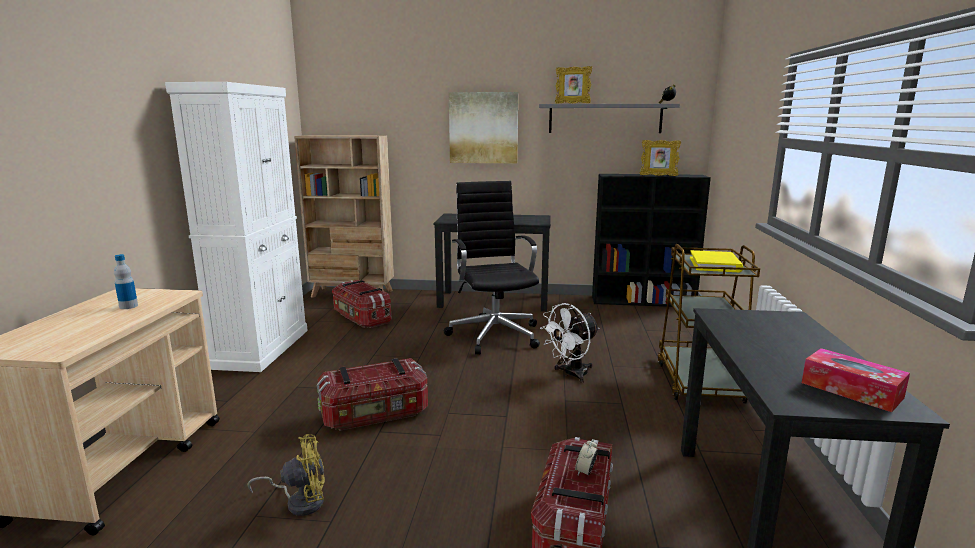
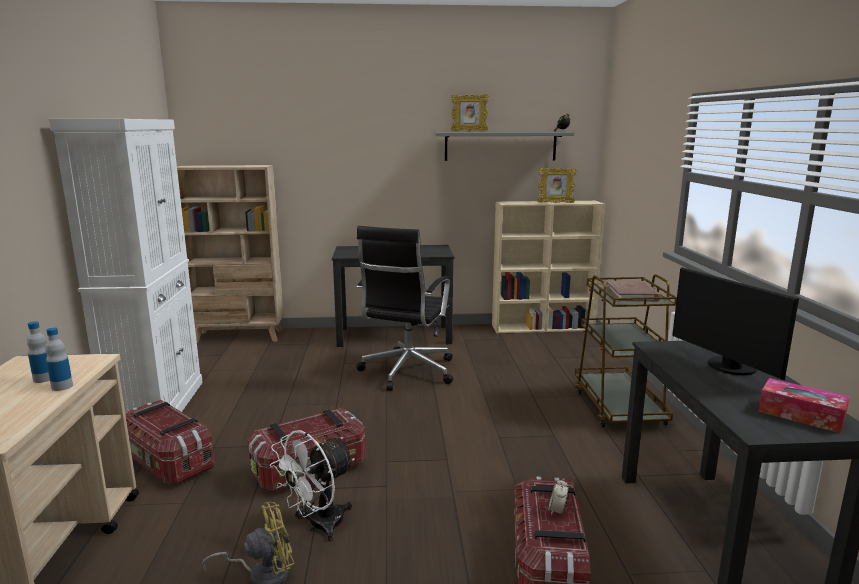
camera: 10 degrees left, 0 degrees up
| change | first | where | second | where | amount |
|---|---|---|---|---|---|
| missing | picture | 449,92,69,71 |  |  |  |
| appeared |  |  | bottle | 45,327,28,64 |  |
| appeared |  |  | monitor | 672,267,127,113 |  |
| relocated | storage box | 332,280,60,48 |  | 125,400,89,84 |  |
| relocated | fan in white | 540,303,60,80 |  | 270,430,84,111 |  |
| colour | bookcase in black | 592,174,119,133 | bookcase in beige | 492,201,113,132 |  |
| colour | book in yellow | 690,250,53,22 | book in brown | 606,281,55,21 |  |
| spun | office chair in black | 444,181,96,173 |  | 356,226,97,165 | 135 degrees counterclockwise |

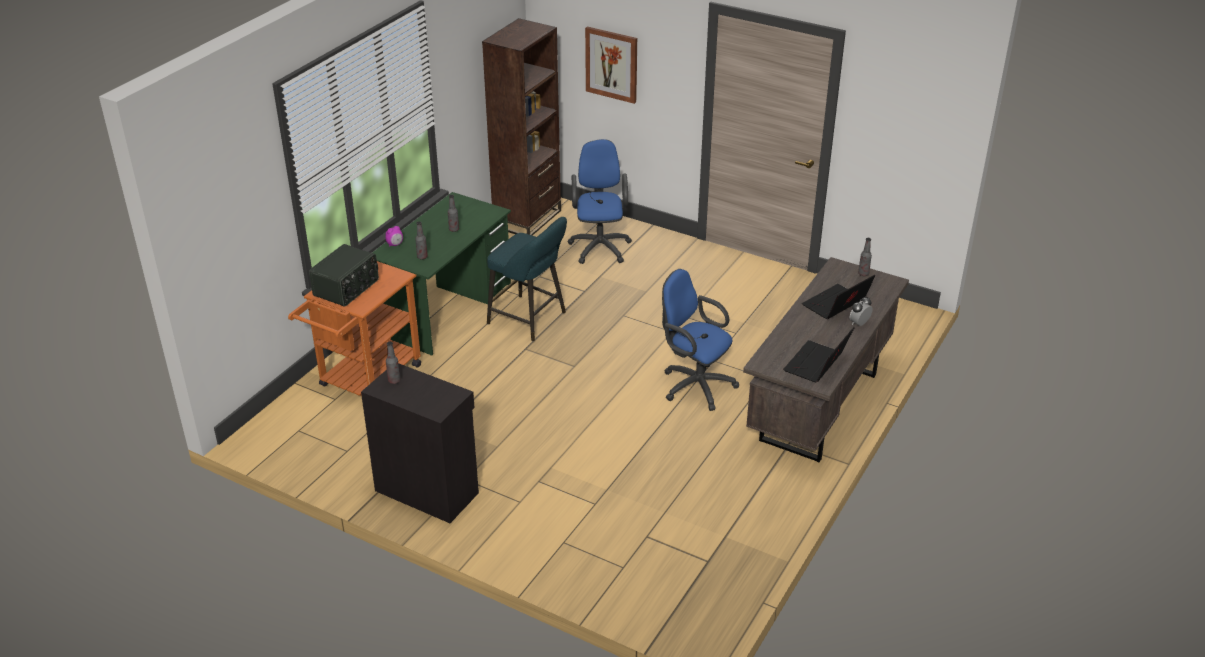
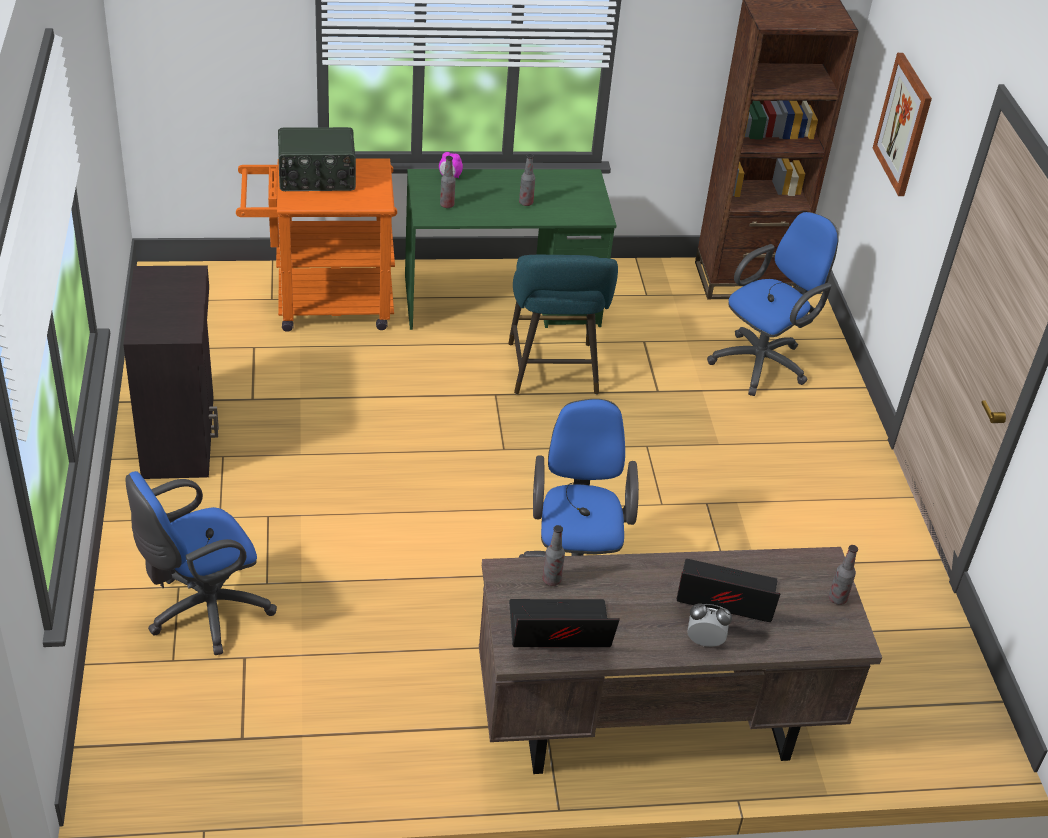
camera: 50 degrees right, 5 degrees up
| change | first | where | second | where | amount |
|---|---|---|---|---|---|
| appeared |  |  | office chair in blue | 126,471,151,184 |  |
| relocated | bottle | 386,342,14,42 |  | 542,525,23,61 |  |

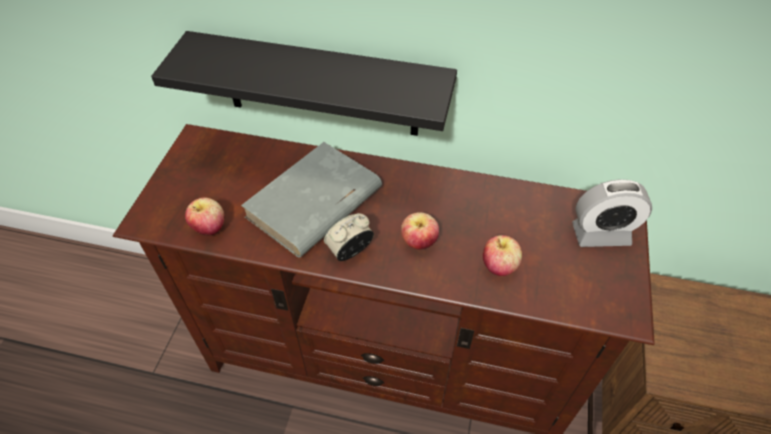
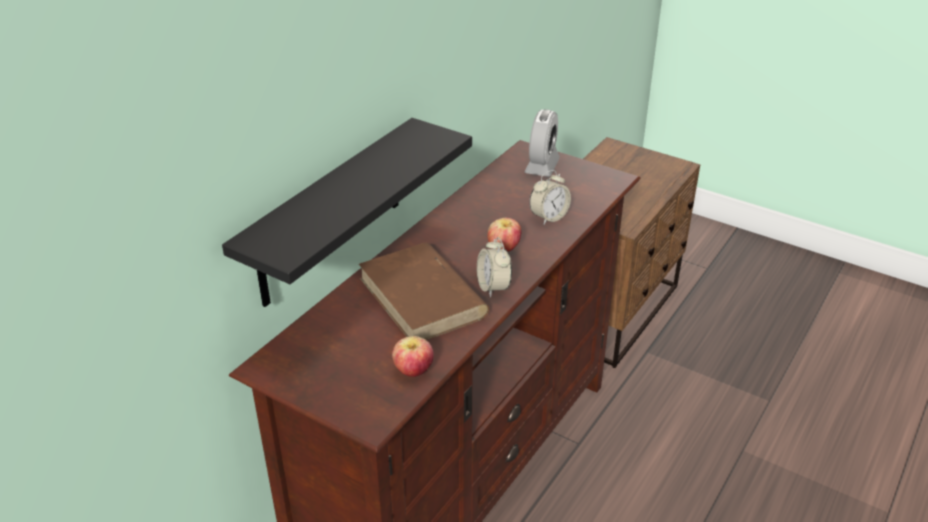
camera: 70 degrees left, 15 degrees down
| change | first | where | second | where | amount |
|---|---|---|---|---|---|
| exchanged | apple | 483,235,39,41 | alarm clock | 529,170,42,55 |  |
| colour | book in grey | 241,142,141,116 | book in brown | 359,243,130,97 |  |

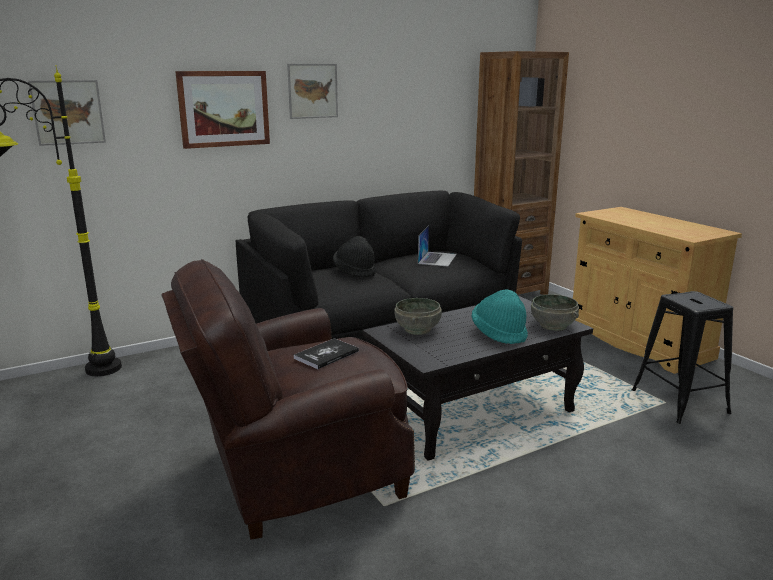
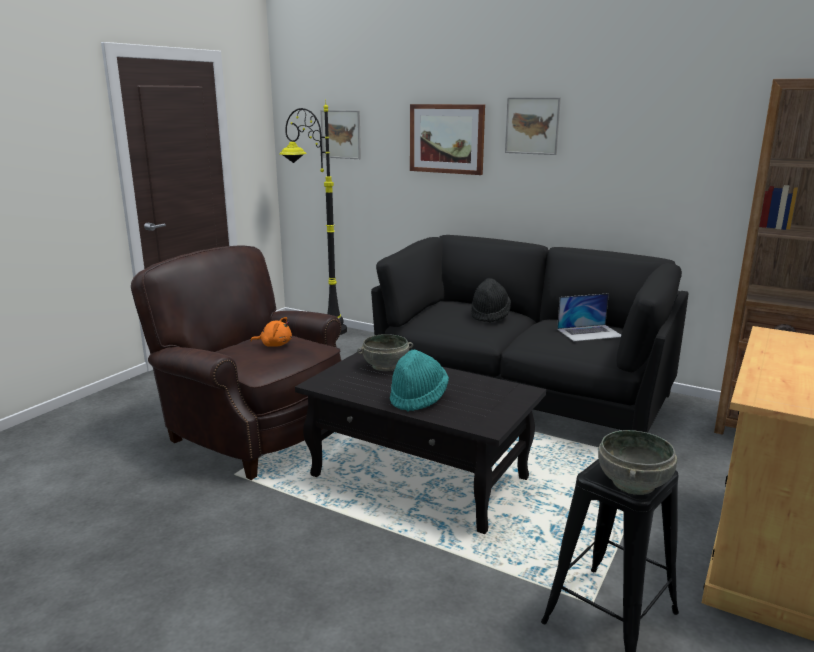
camera: 60 degrees right, 0 degrees up
| change | first | where | second | where | amount |
|---|---|---|---|---|---|
| relocated | bowl in grey | 531,294,48,37 |  | 598,430,79,65 |  |
| exchanged | book | 294,338,65,31 | plush toy in orange | 250,317,42,30 |  |

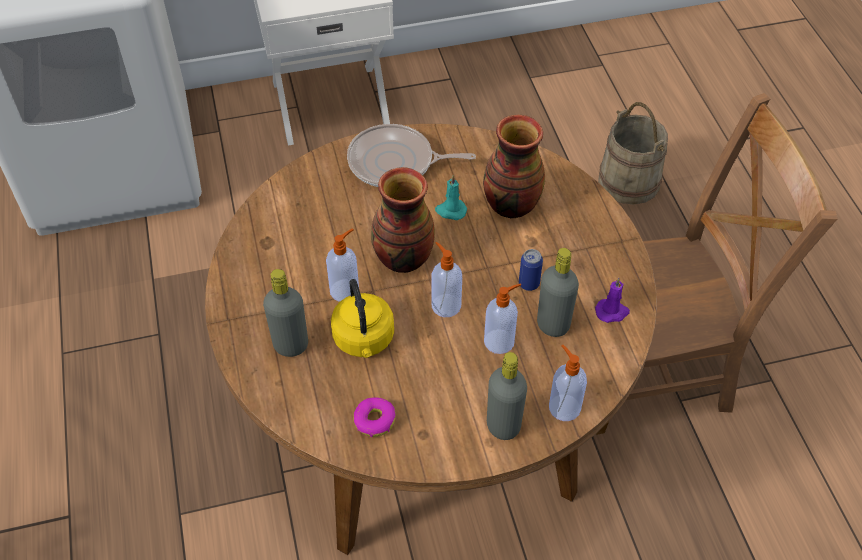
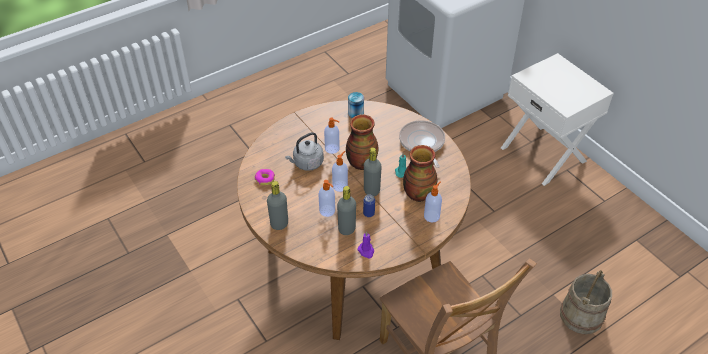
camera: 70 degrees right, 5 degrees down
| change | first | where | second | where | amount |
|---|---|---|---|---|---|
| appeared |  |  | can | 348,92,16,26 |  |
| relocated | bottle in grey | 263,269,45,88 |  | 364,147,18,49 |  |
| relocated | soap dispenser | 549,345,38,76 |  | 424,181,18,41 |  |
| colour | kettle in yellow | 331,279,63,79 | kettle in grey | 285,132,39,39 |  |

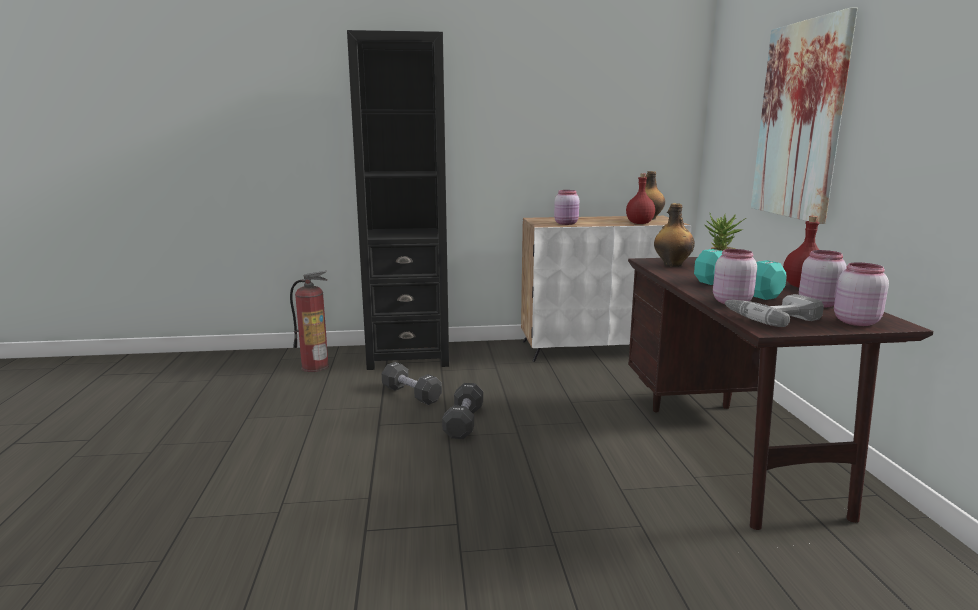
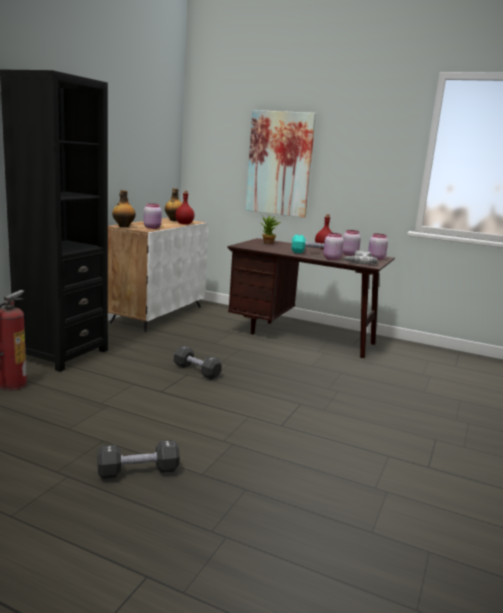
camera: 60 degrees left, 0 degrees up
| change | first | where | second | where | amount |
|---|---|---|---|---|---|
| relocated | dumbbell in black | 382,362,60,43 |  | 97,440,83,39 |  |
| relocated | bottle | 654,203,41,64 |  | 112,190,24,37 |  |

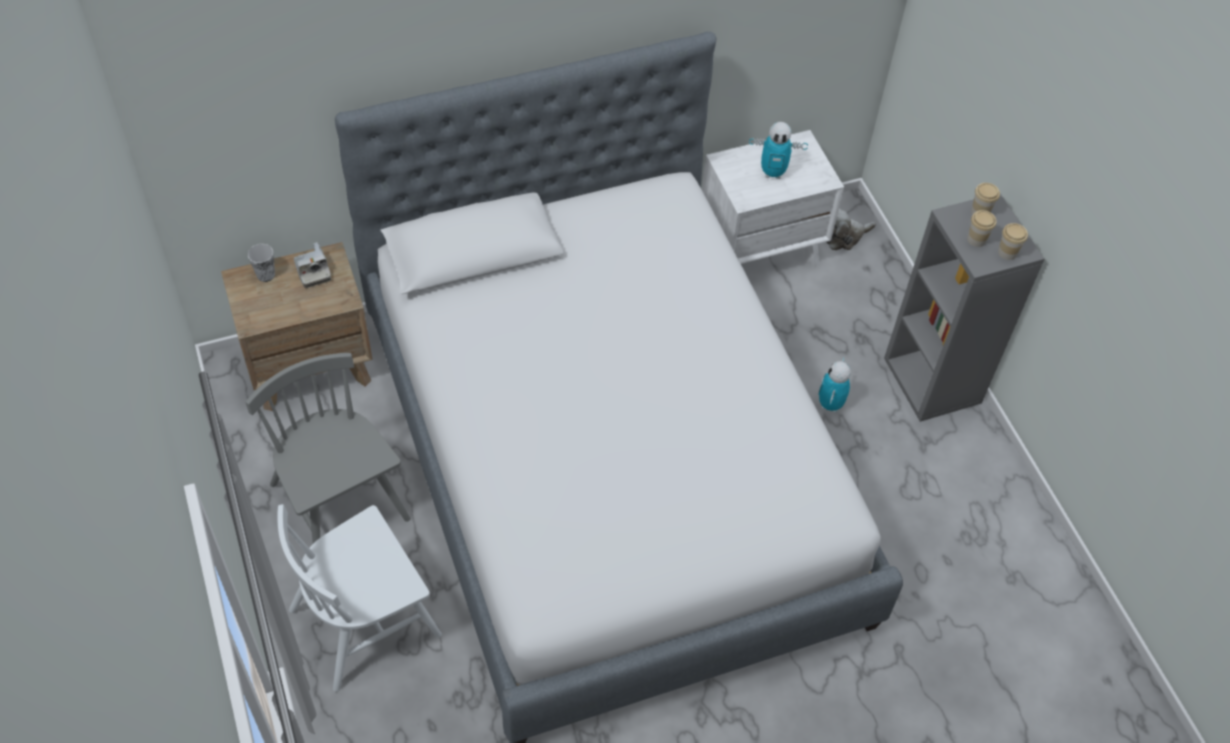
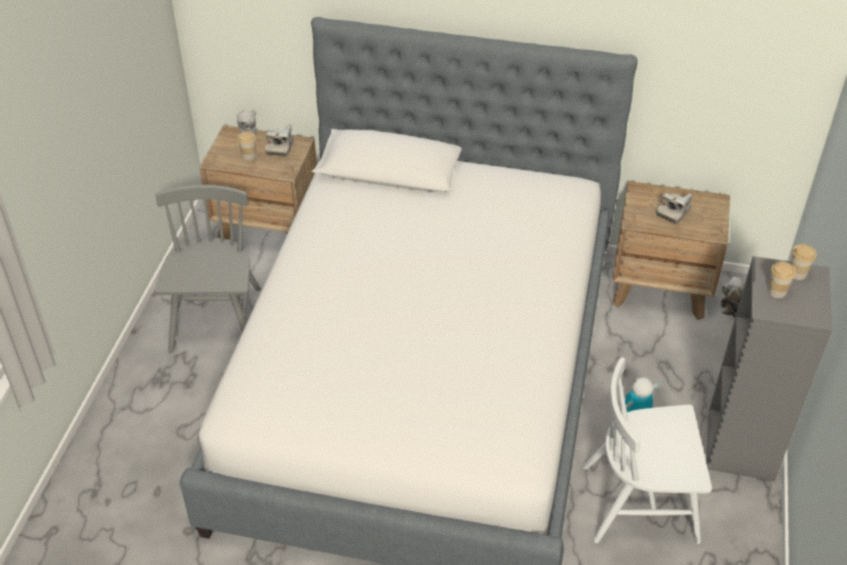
camera: 35 degrees right, 10 degrees down
| change | first | where | second | where | amount |
|---|---|---|---|---|---|
| relocated | chair in white | 277,504,165,188 |  | 583,357,129,187 |  |
| relocated | cup | 998,223,30,37 |  | 237,131,19,29 |  |
| exchanged | toy robot | 749,122,59,57 | photo camera | 656,193,36,31 |  |
| colour | nightstand in white | 702,130,142,138 | nightstand in brown | 612,181,118,139 |  |

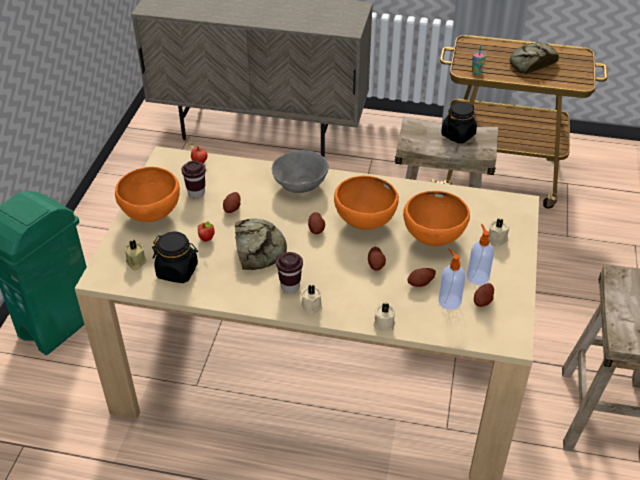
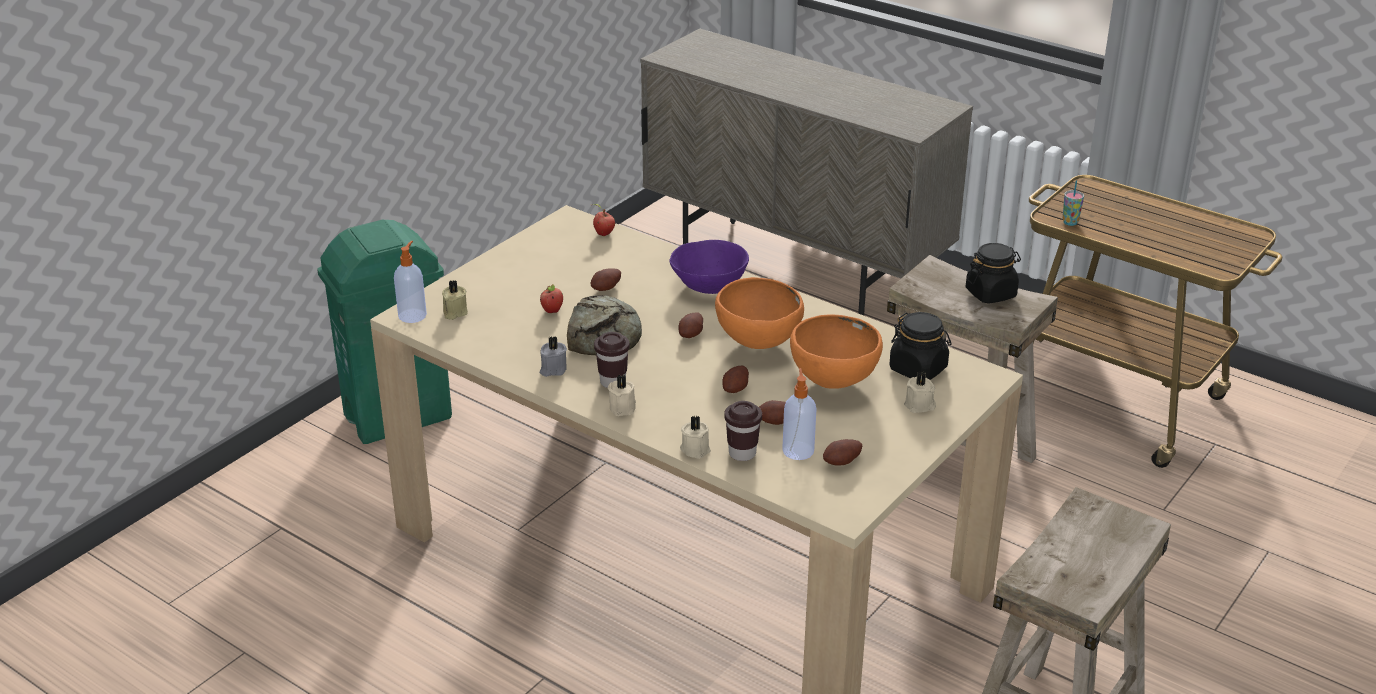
camera: 25 degrees right, 10 degrees down
| change | first | where | second | where | amount |
|---|---|---|---|---|---|
| missing | bowl in orange | 115,167,65,55 |  |  |  |
| missing | bread | 510,42,49,33 |  |  |  |
| appeared |  |  | candle in grey | 540,336,27,41 |  |
| relocated | jar in black | 152,232,46,51 |  | 889,312,62,68 |  |
| relocated | cup in brown | 181,161,25,37 |  | 724,401,38,60 |  |
| relocated | soap dispenser | 467,224,27,61 |  | 394,241,33,82 |  |
| colour | bowl in grey | 272,150,57,43 | bowl in purple | 670,240,79,54 |  |

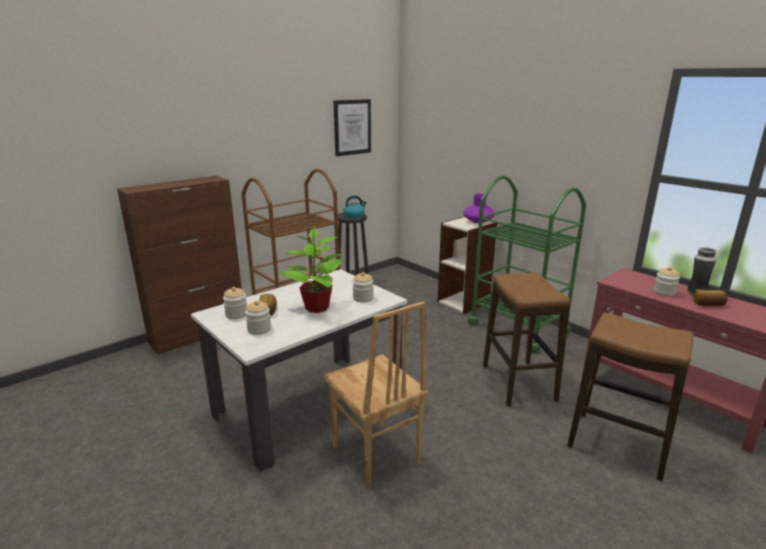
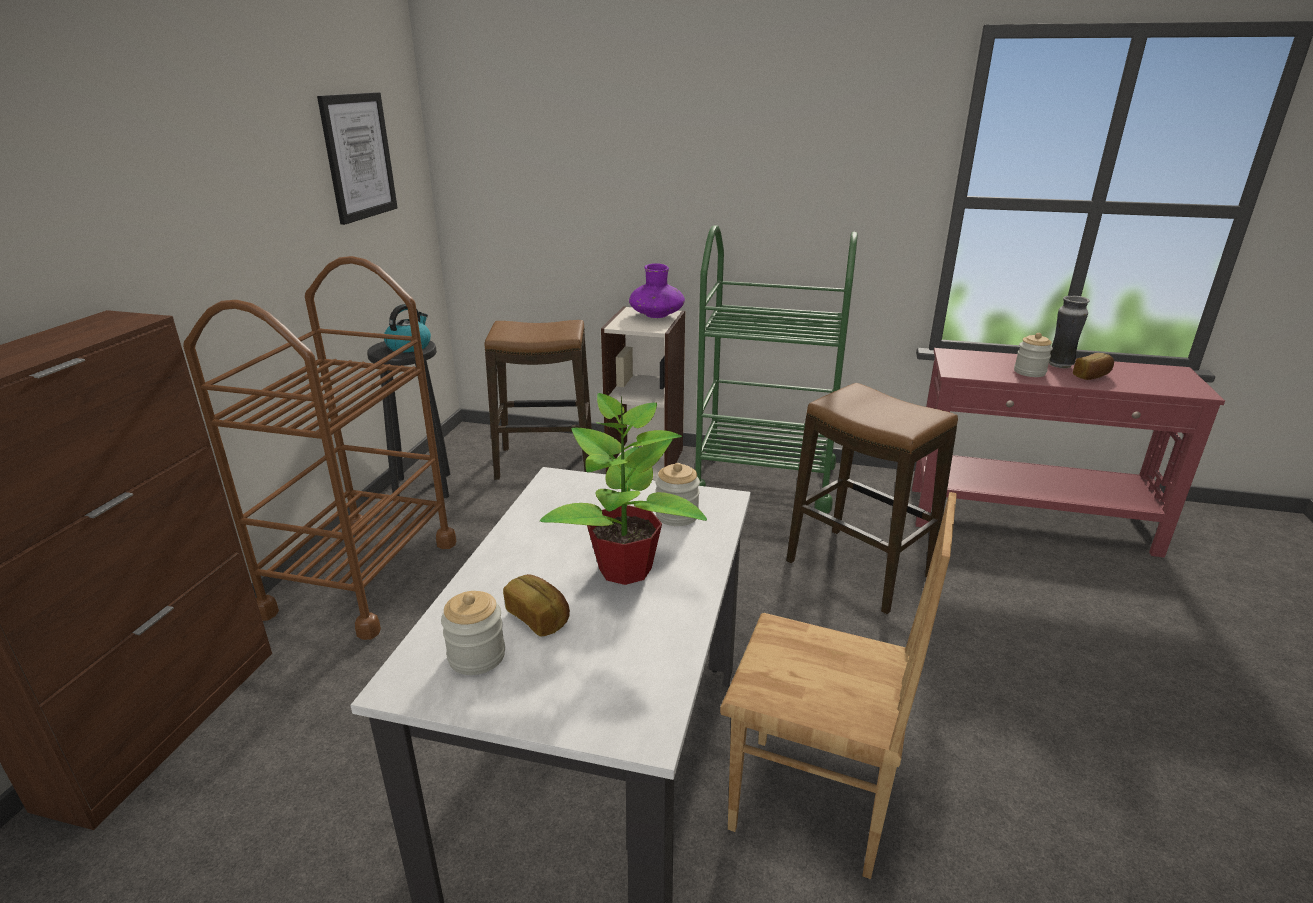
camera: 35 degrees left, 5 degrees up
| change | first | where | second | where | amount |
|---|---|---|---|---|---|
| missing | jar | 245,300,26,35 |  |  |  |
| relocated | stool | 567,312,127,169 |  | 484,320,108,160 |  |

